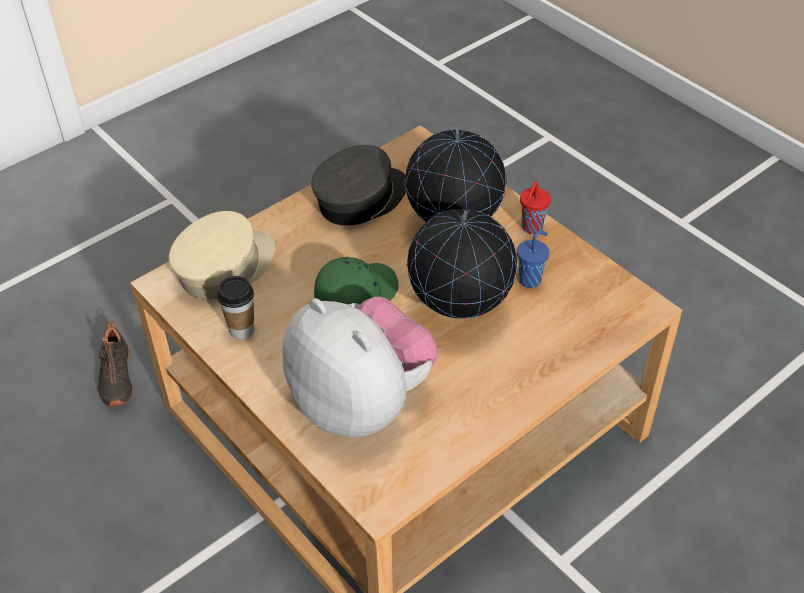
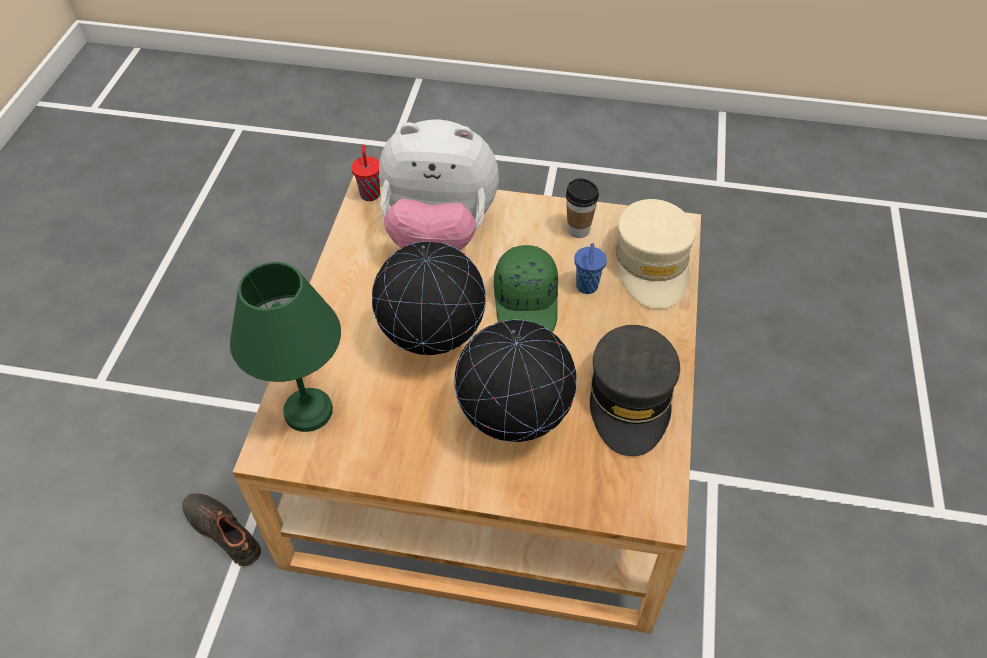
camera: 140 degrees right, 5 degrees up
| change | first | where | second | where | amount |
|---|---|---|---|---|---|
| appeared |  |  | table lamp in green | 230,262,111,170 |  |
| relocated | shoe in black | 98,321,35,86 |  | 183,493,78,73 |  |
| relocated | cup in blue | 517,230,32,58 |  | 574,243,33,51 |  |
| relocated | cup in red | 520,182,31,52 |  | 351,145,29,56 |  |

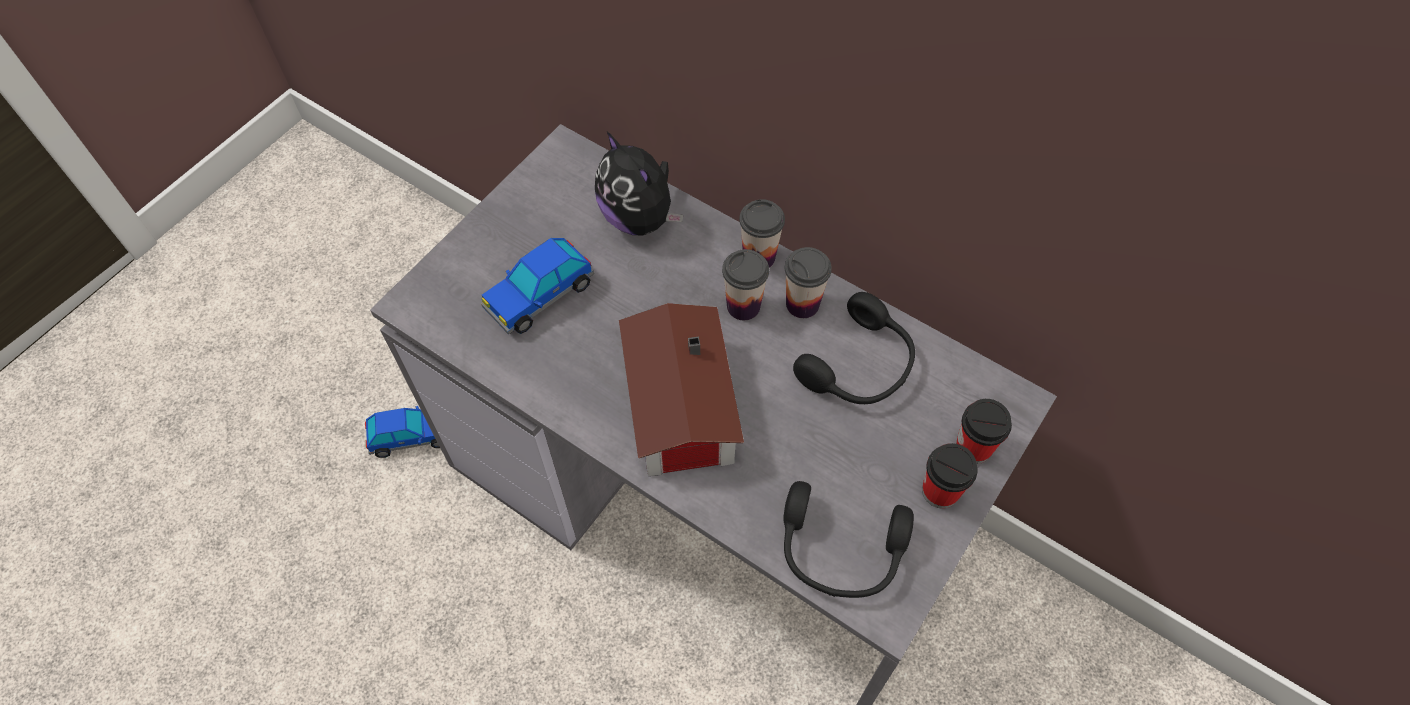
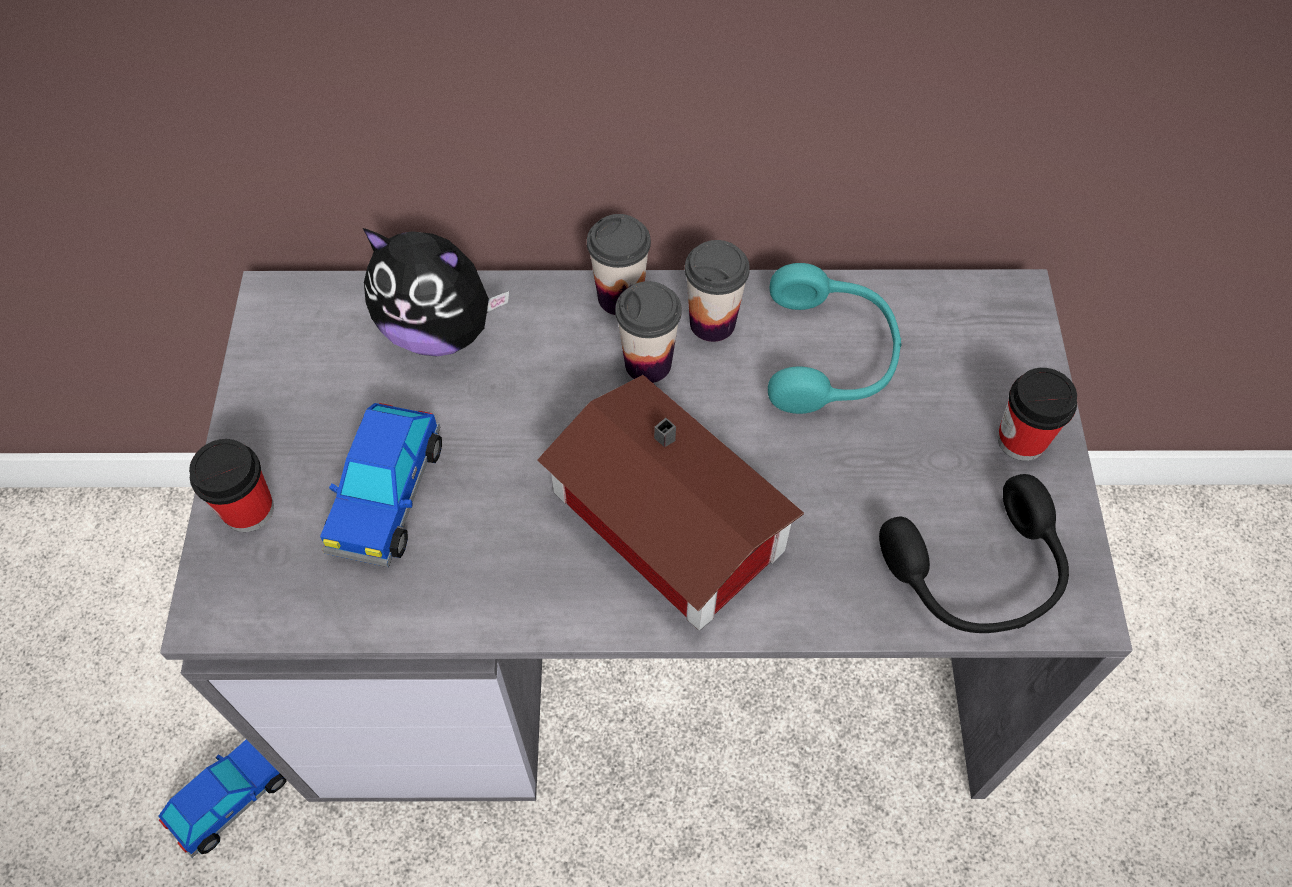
camera: 35 degrees left, 0 degrees up
| change | first | where | second | where | amount |
|---|---|---|---|---|---|
| relocated | cup | 956,399,56,65 |  | 189,439,85,93 |  |
| colour | headphones in black | 793,292,122,112 | headphones in turquoise | 768,263,134,151 |  |

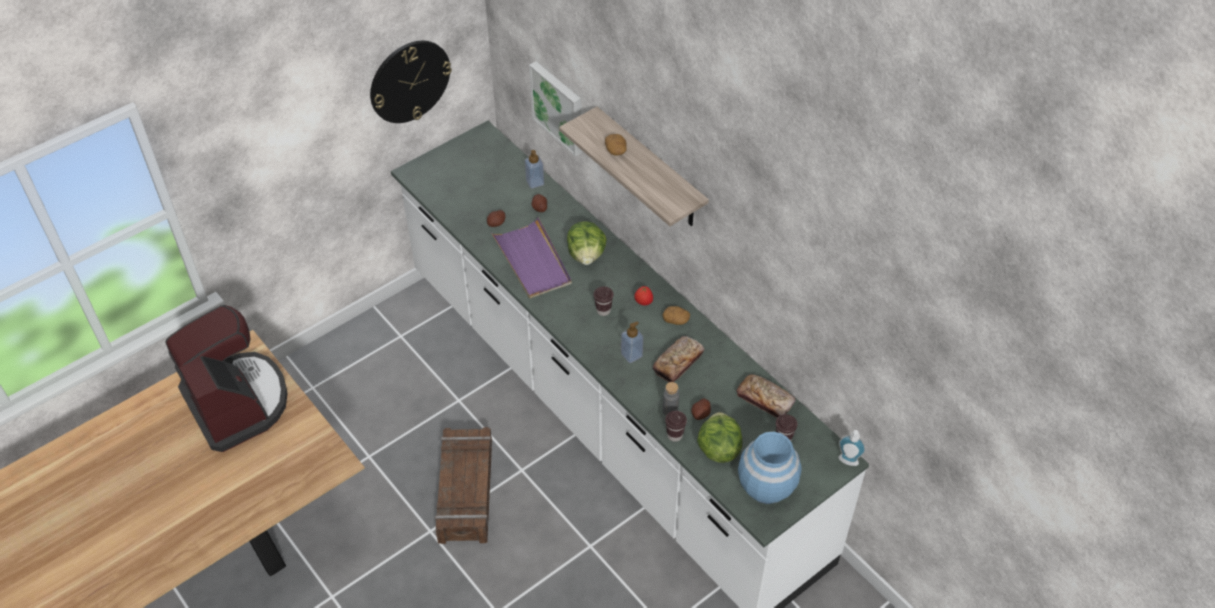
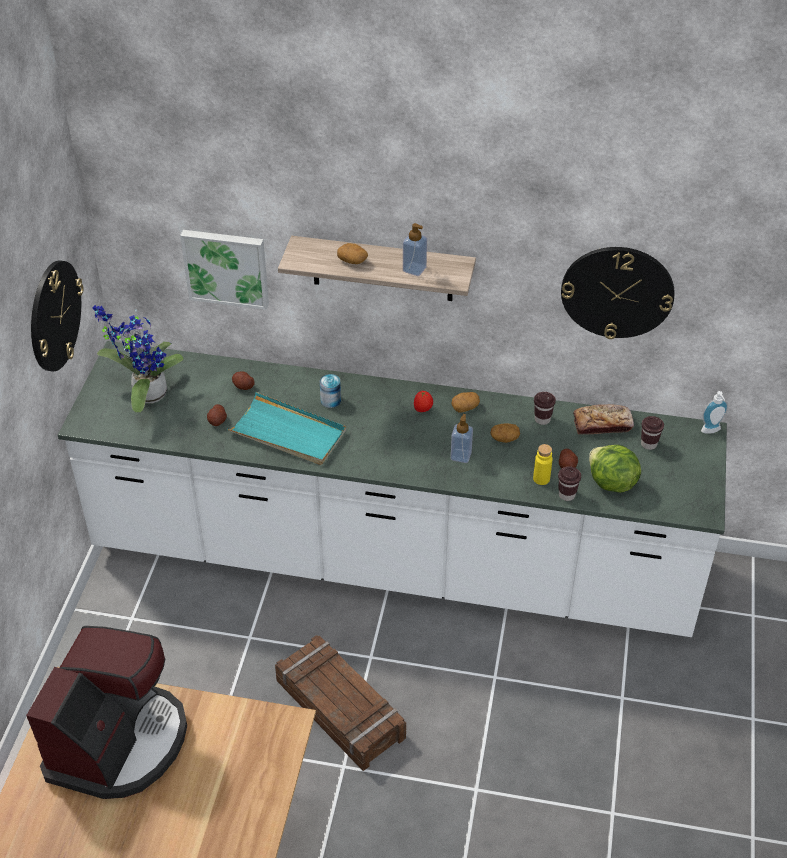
camera: 40 degrees left, 5 degrees down
| change | first | where | second | where | amount |
|---|---|---|---|---|---|
| missing | vase in blue | 738,432,64,72 |  |  |  |
| appeared |  |  | potted plant | 92,305,91,107 |  |
| appeared |  |  | wall clock | 561,247,113,92 |  |
| relocated | soap dispenser | 525,150,19,39 |  | 403,223,24,53 |  |
| relocated | cup in brown | 594,286,19,30 |  | 534,392,22,33 |  |
| exchanged | lettuce | 567,222,40,43 | can | 320,374,21,34 |  |
| exchanged | bread | 653,336,51,46 | potato | 490,424,30,19 |  |
| colour | tray in purple | 491,217,81,82 | tray in turquoise | 227,392,119,73 |  |
| colour | bottle in grey | 663,382,16,34 | bottle in yellow | 533,444,19,41 |  |
| spun | coffee machine | 166,305,121,147 |  | 26,626,161,173 | 90 degrees clockwise |

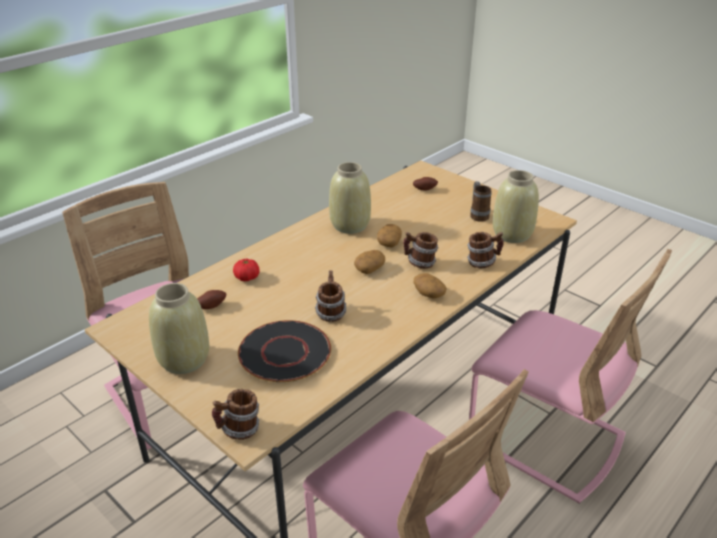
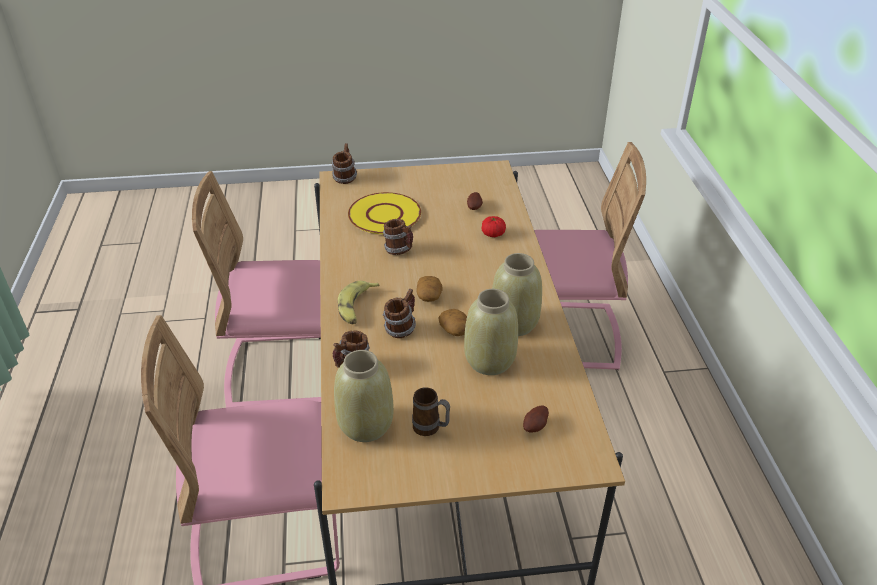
camera: 130 degrees right, 5 degrees up
| change | first | where | second | where | amount |
|---|---|---|---|---|---|
| relocated | vase in beige | 149,283,60,91 |  | 464,289,54,86 |  |
| exchanged | potato | 414,273,33,25 | banana | 338,281,42,43 |  |
| colour | plate in black | 238,320,93,62 | plate in yellow | 348,192,73,42 |  |

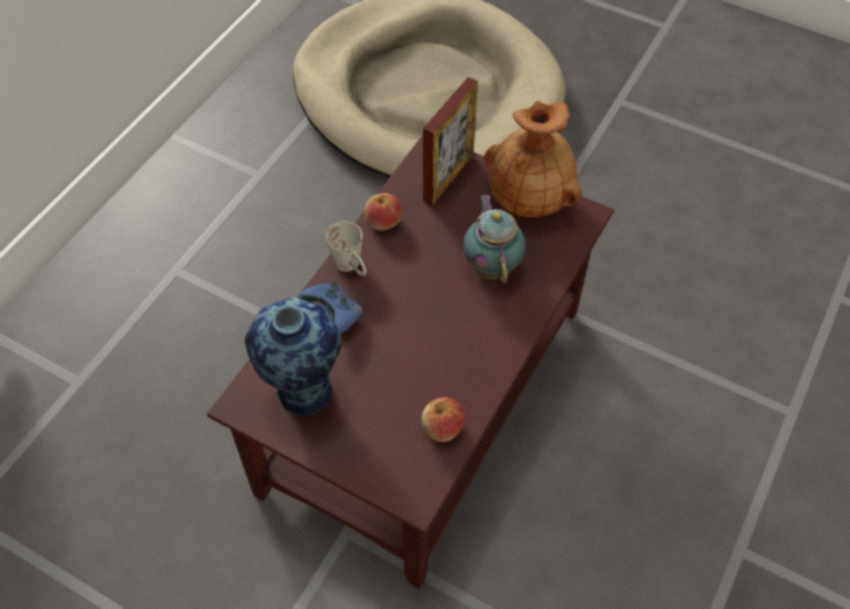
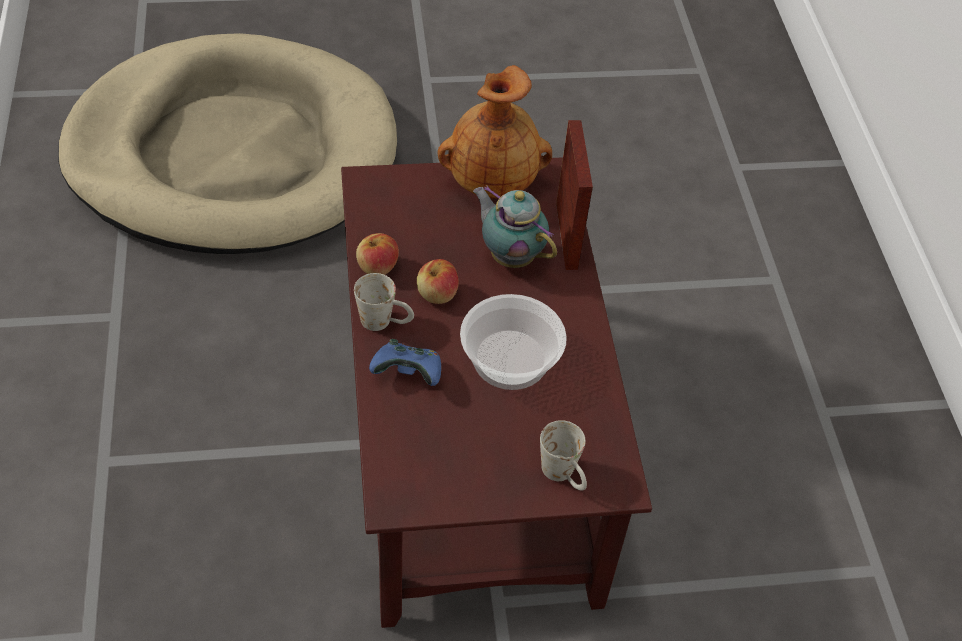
camera: 40 degrees left, 5 degrees down
| change | first | where | second | where | amount |
|---|---|---|---|---|---|
| missing | vase | 245,297,97,119 |  |  |  |
| appeared |  |  | bowl | 460,294,107,96 |  |
| appeared |  |  | mug in white | 540,420,47,71 |  |
| relocated | apple | 421,397,44,45 |  | 417,259,42,45 |  |
| relocated | picture frame | 423,77,55,129 |  | 556,120,37,150 |  |

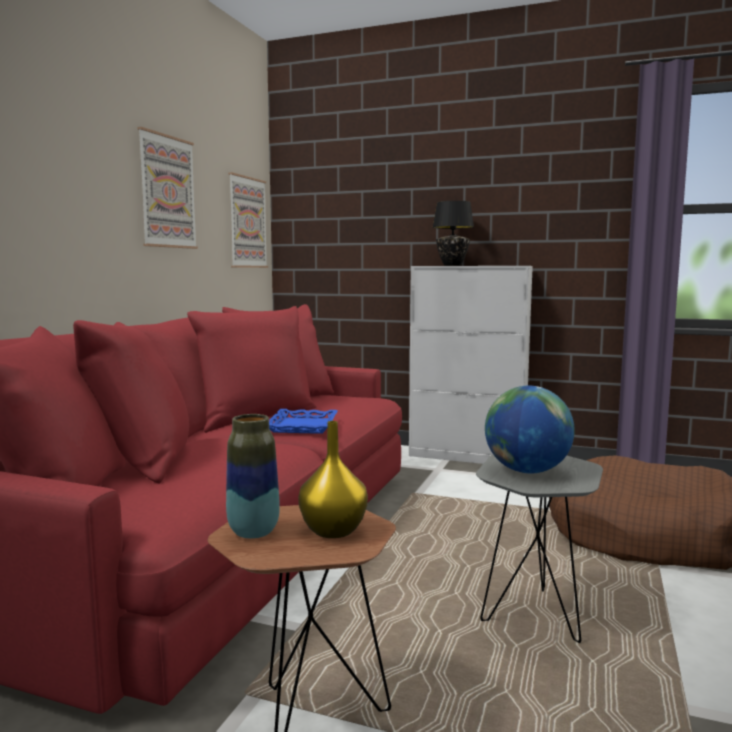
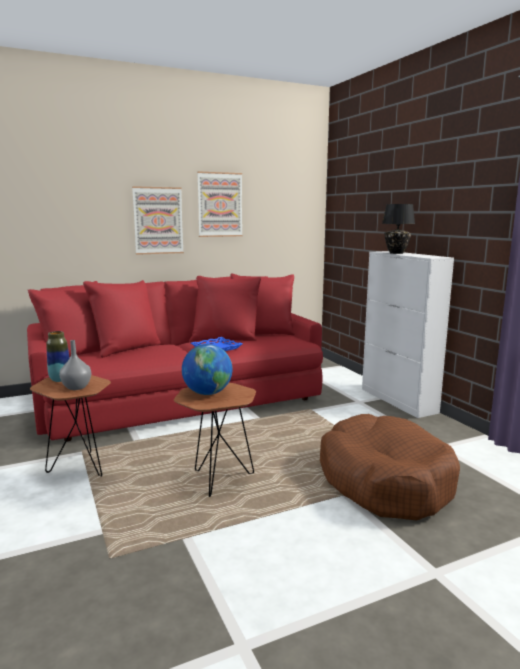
camera: 45 degrees right, 5 degrees up
| change | first | where | second | where | amount |
|---|---|---|---|---|---|
| relocated | picture | 228,172,40,96 |  | 132,186,52,69 |  |
| colour | vase in yellow | 298,421,70,117 | vase in grey | 59,340,32,50 |  |
| colour | side table in grey | 476,455,127,188 | side table in brown | 174,383,82,114 |  |

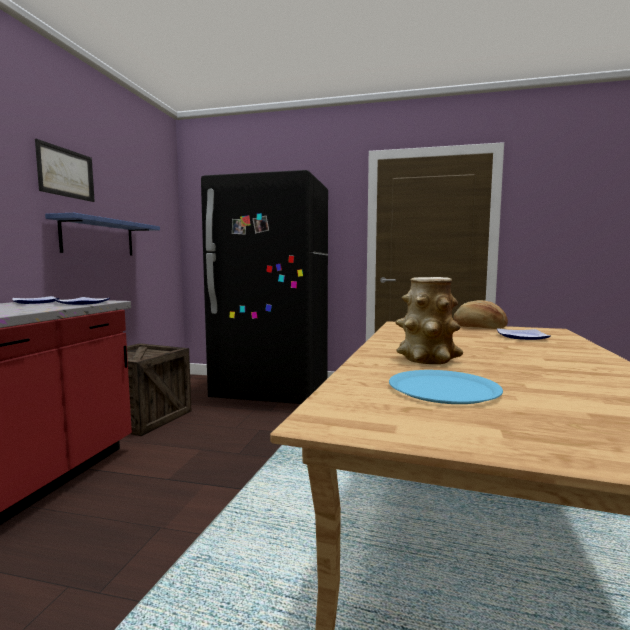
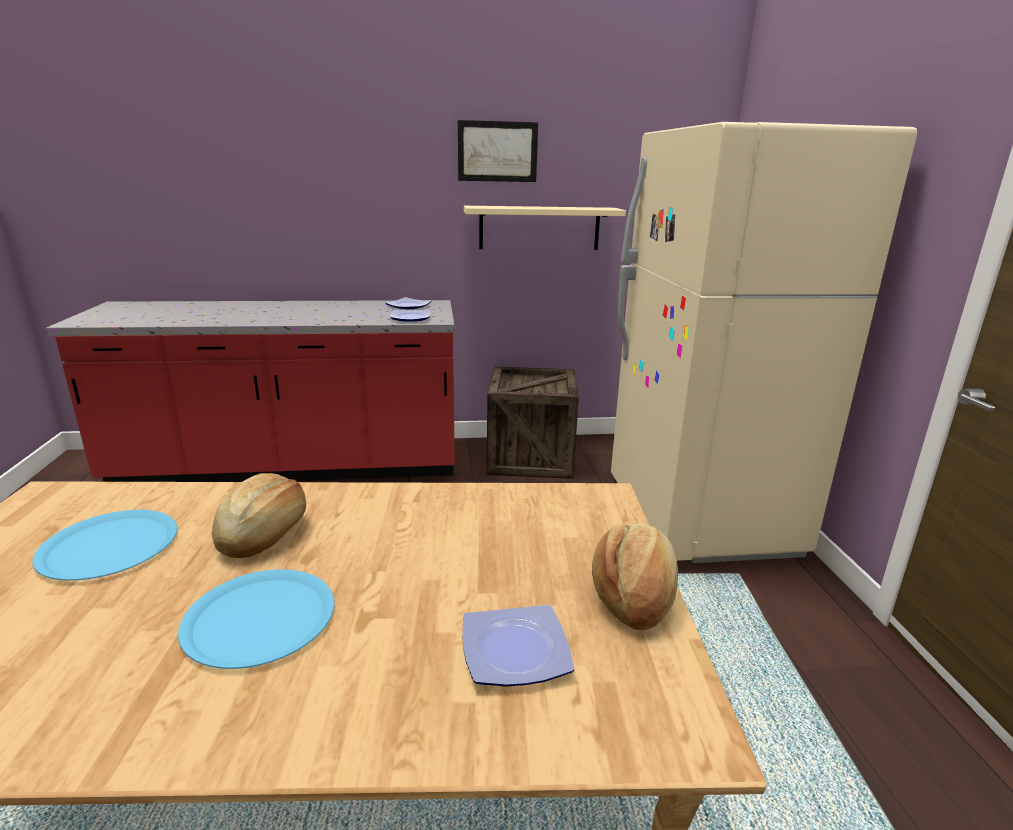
camera: 70 degrees right, 15 degrees up
| change | first | where | second | where | amount |
|---|---|---|---|---|---|
| appeared |  |  | plate in blue | 178,569,157,100 |  |
| exchanged | vase | 395,277,68,87 | bread | 212,473,94,85 |  |
| colour | shelf in blue | 45,213,115,43 | shelf in beige | 464,206,162,44 |  |
| colour | fridge in black | 201,170,127,234 | fridge in beige | 611,122,306,441 |  |

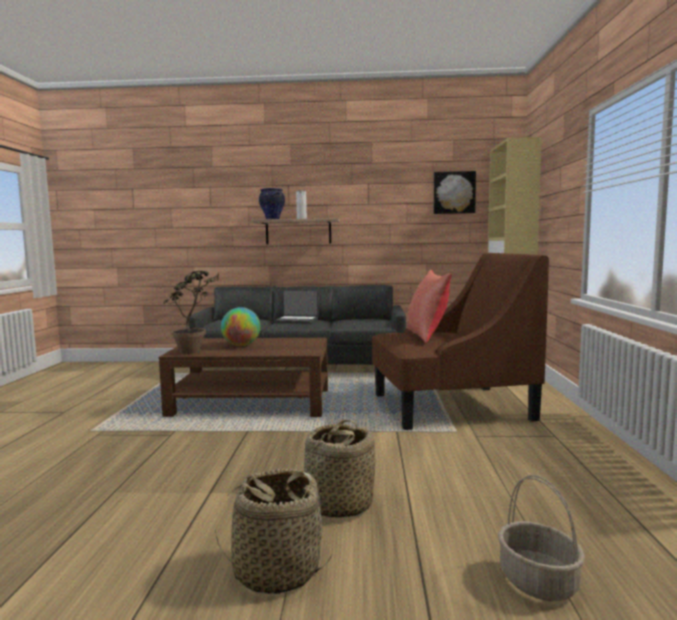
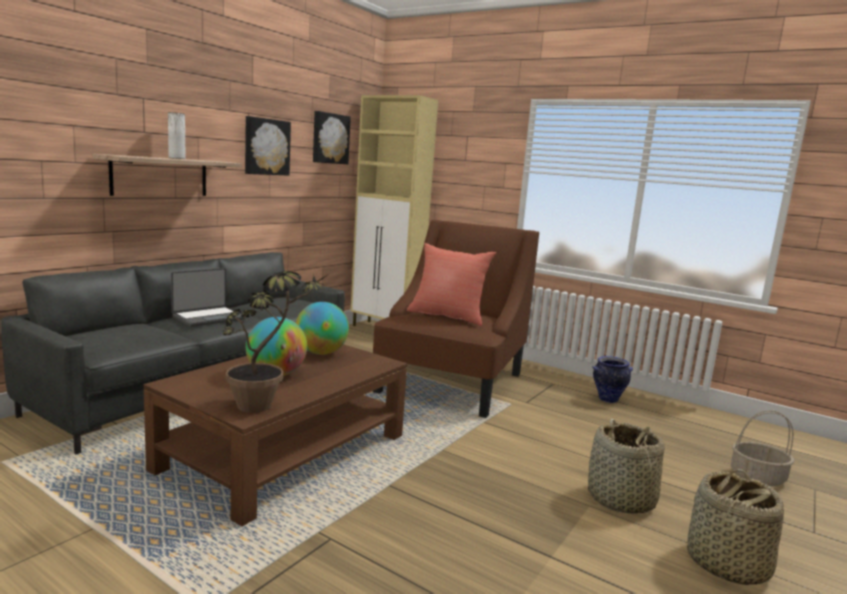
camera: 60 degrees left, 5 degrees up
| change | first | where | second | where | amount |
|---|---|---|---|---|---|
| appeared |  |  | picture | 245,116,46,60 |  |
| appeared |  |  | globe | 296,302,53,53 |  |
| relocated | vase | 259,188,26,31 |  | 592,356,41,47 |  |

